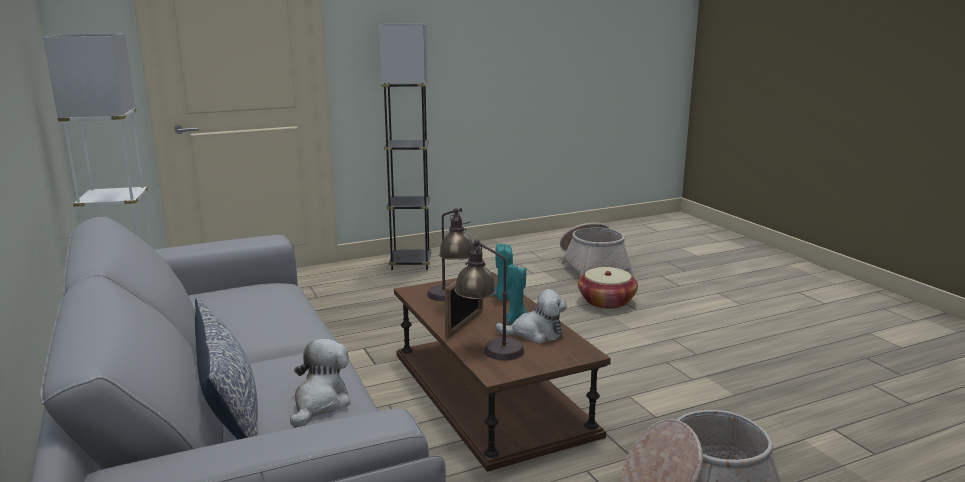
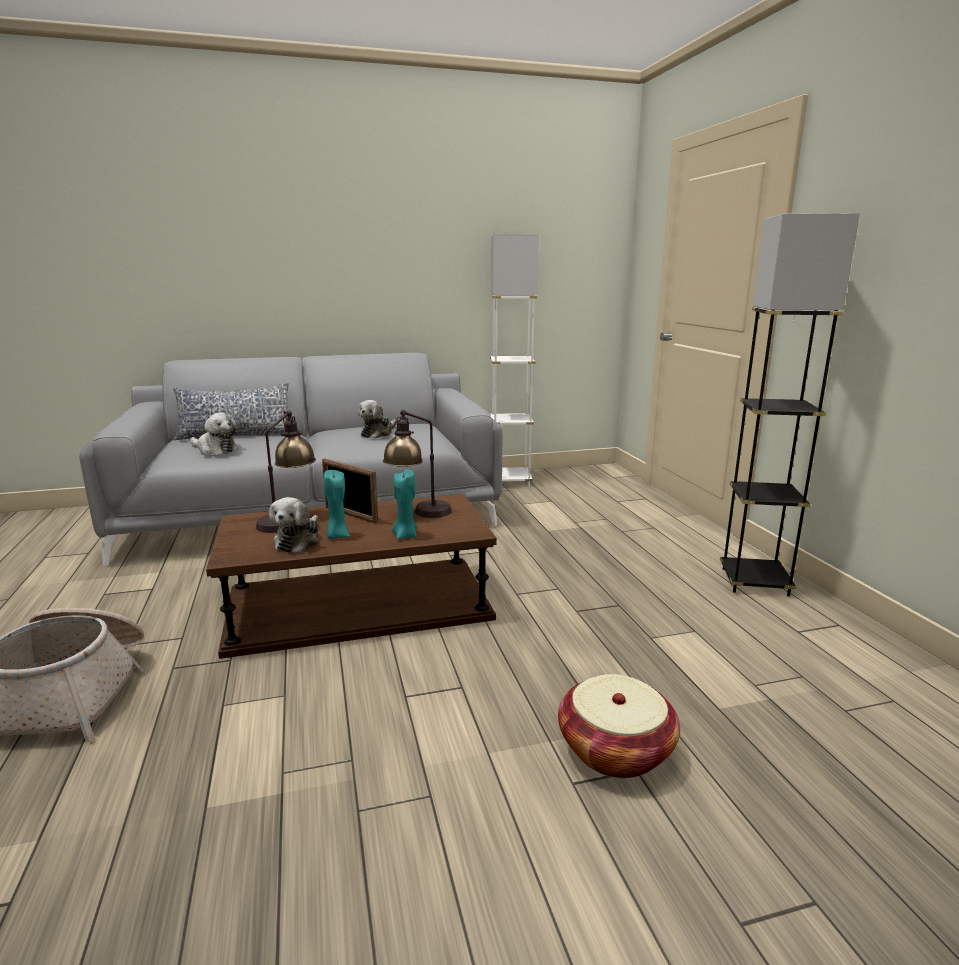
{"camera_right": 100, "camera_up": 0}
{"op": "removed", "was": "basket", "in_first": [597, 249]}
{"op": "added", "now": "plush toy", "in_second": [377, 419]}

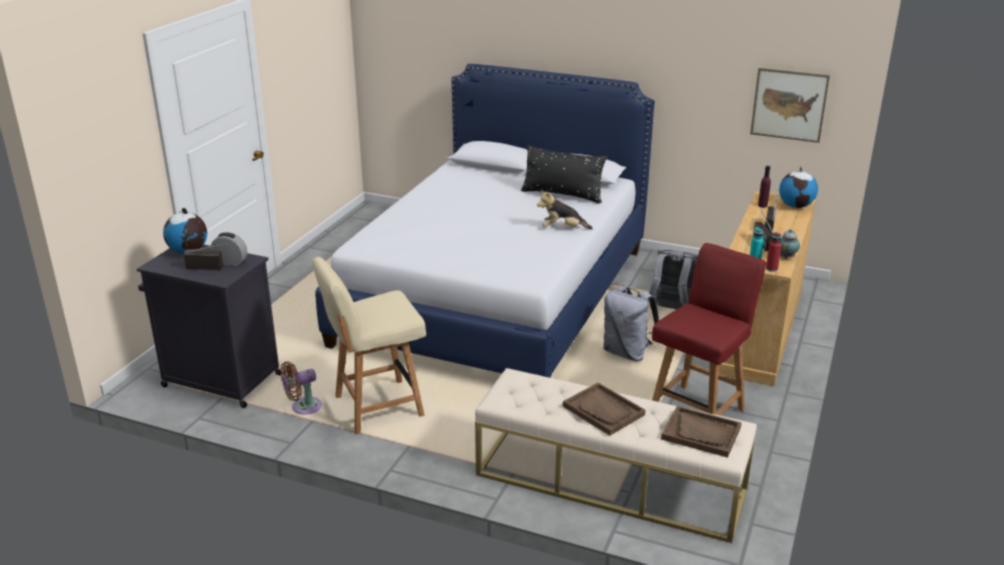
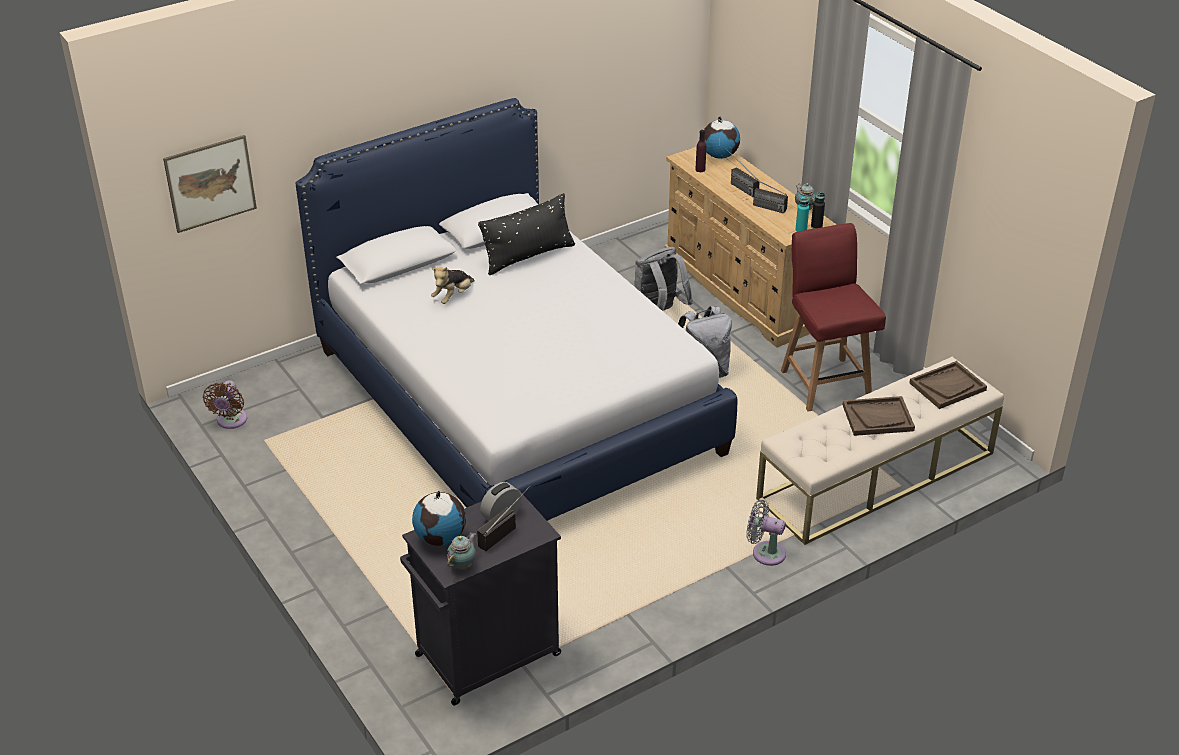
{"camera_right": -55, "camera_up": 10}
{"op": "moved", "was": "picture", "in_first": [790, 105], "in_second": [210, 184]}
{"op": "moved", "was": "plush toy", "in_first": [564, 209], "in_second": [453, 285]}
{"op": "recoloured", "was": "red bottle", "now": "black bottle", "in_first": [774, 252], "in_second": [818, 211]}
{"op": "removed", "was": "beige chair", "in_first": [369, 346]}
{"op": "moved", "was": "brown fan", "in_first": [301, 388], "in_second": [225, 404]}
{"op": "added", "now": "grey fan", "in_second": [766, 533]}
{"op": "added", "now": "teapot", "in_second": [461, 551]}

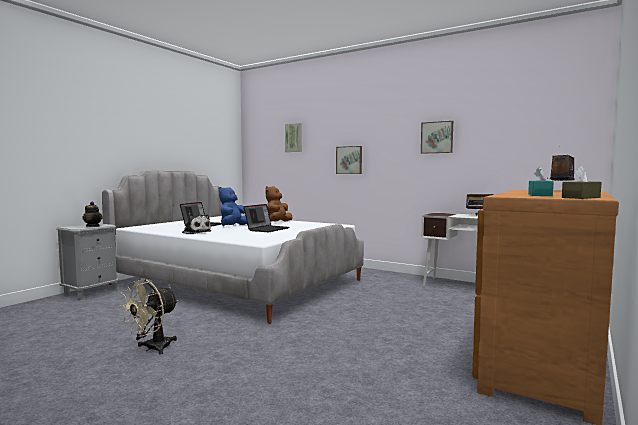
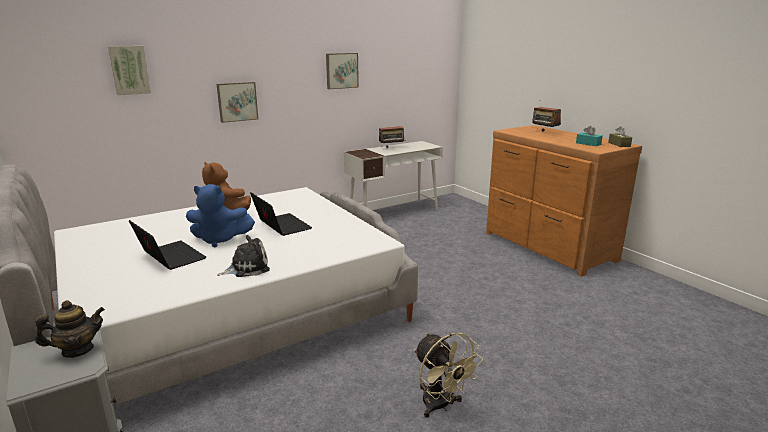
{"camera_right": -65, "camera_up": 15}
{"op": "turned", "was": "blue plush toy", "in_first": [233, 206], "in_second": [220, 216], "clockwise": -45}

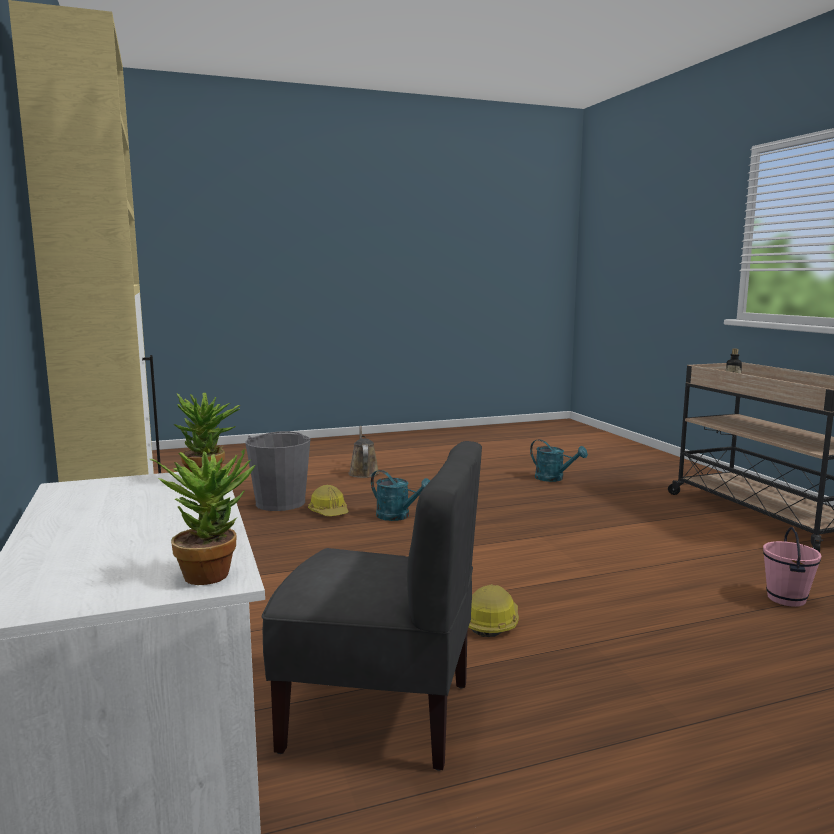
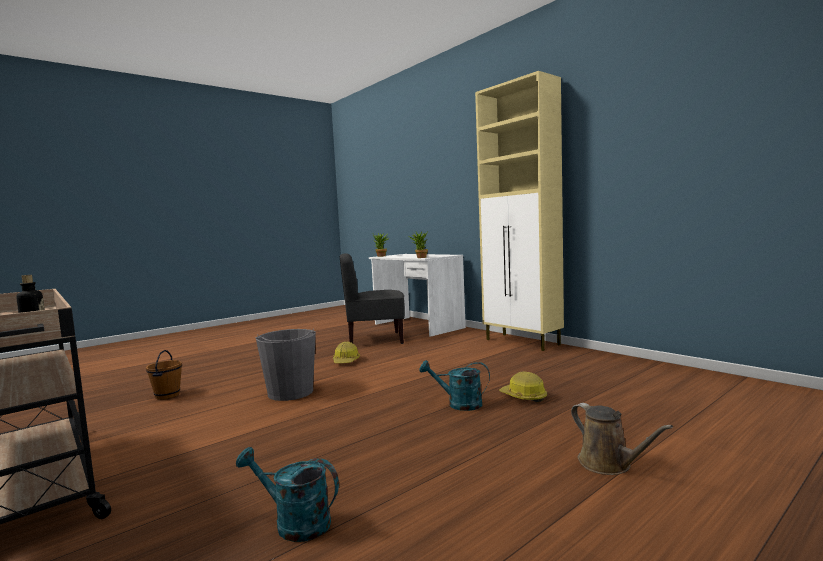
{"camera_right": 160, "camera_up": -5}
{"op": "moved", "was": "grey bucket", "in_first": [278, 471], "in_second": [286, 365]}
{"op": "recoloured", "was": "pink bucket", "now": "brown bucket", "in_first": [792, 567], "in_second": [164, 375]}

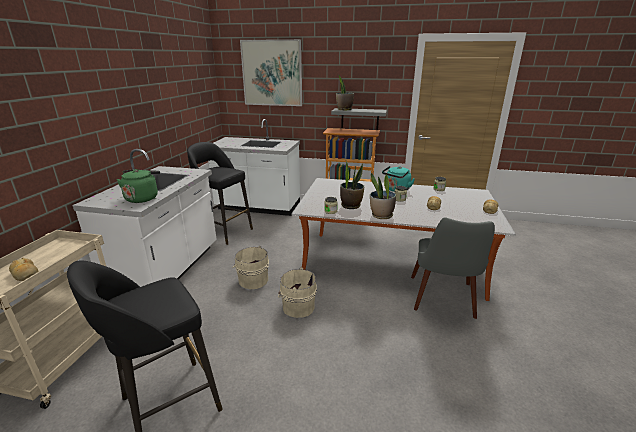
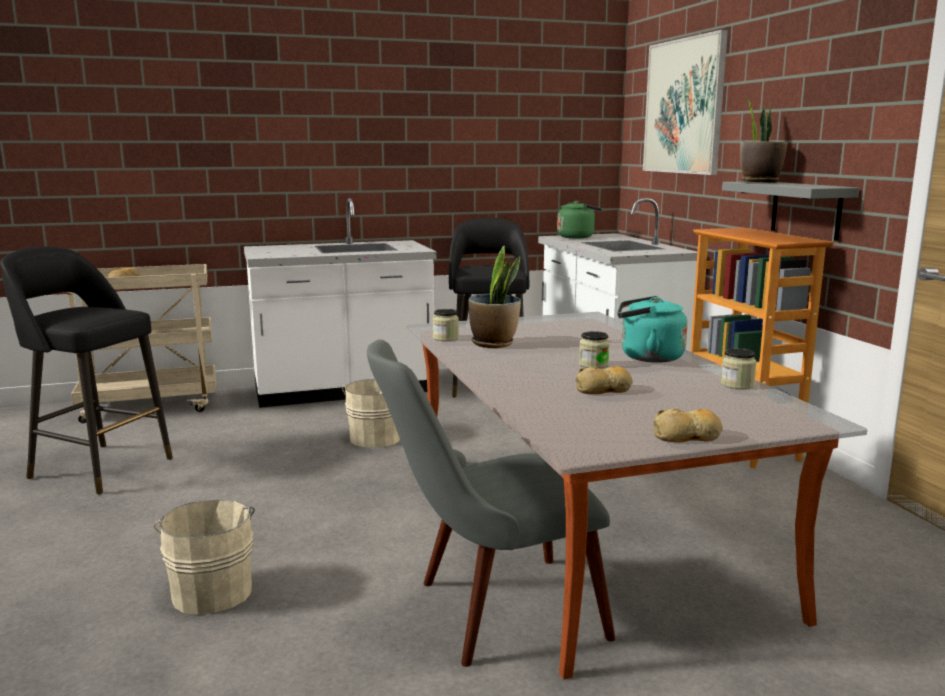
{"camera_right": 60, "camera_up": -10}
{"op": "moved", "was": "green kettle", "in_first": [138, 186], "in_second": [579, 219]}
{"op": "removed", "was": "potted plant", "in_first": [383, 196]}
{"op": "moved", "was": "beige bucket", "in_first": [297, 292], "in_second": [204, 557]}

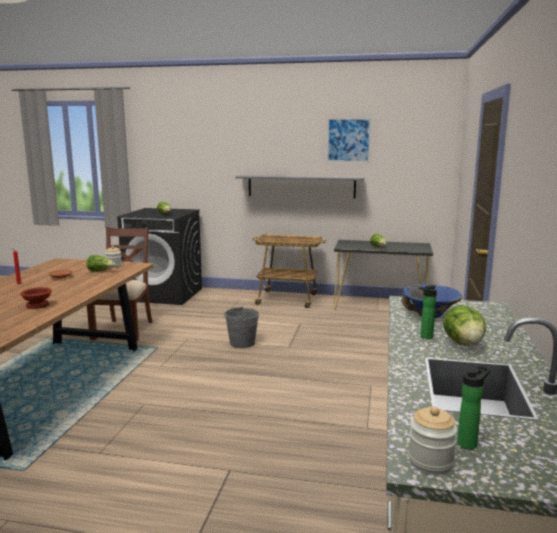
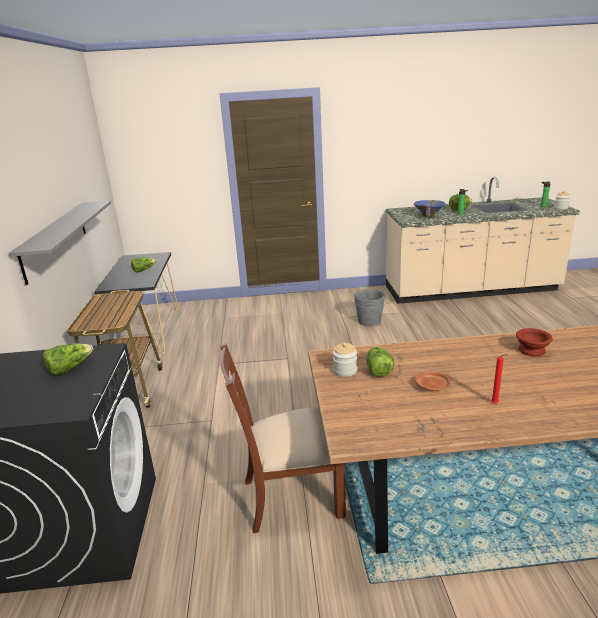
{"camera_right": -105, "camera_up": 10}
{"op": "removed", "was": "picture", "in_first": [349, 140]}
{"op": "moved", "was": "grey bucket", "in_first": [241, 327], "in_second": [369, 307]}

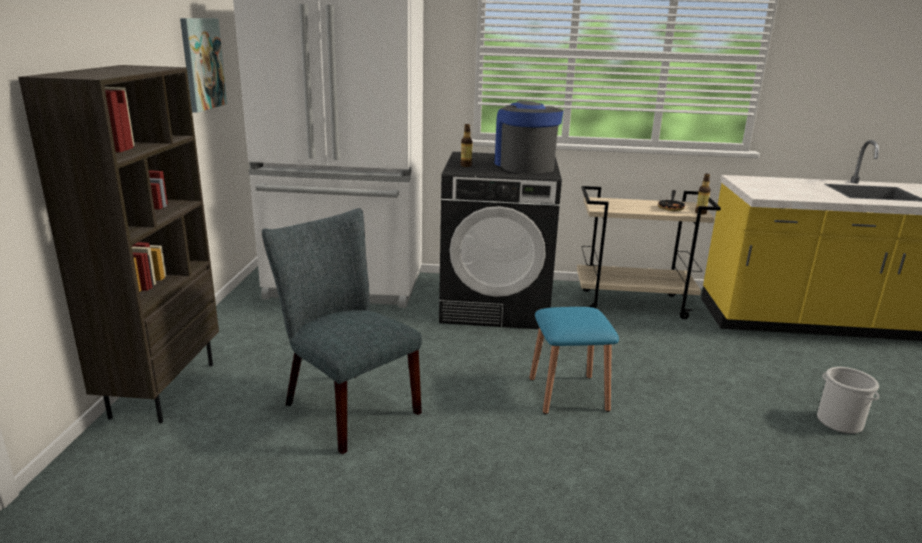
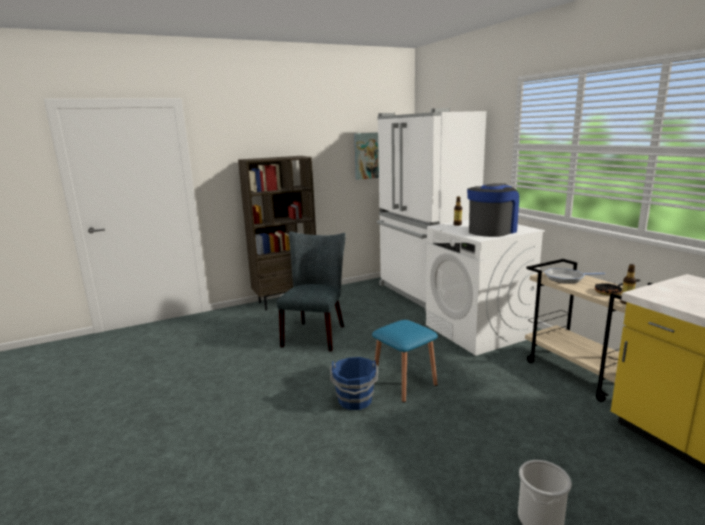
{"camera_right": 60, "camera_up": -5}
{"op": "recoloured", "was": "black washing machine", "now": "white washing machine", "in_first": [500, 240], "in_second": [485, 288]}
{"op": "added", "now": "frying pan", "in_second": [574, 275]}
{"op": "added", "now": "blue bucket", "in_second": [354, 383]}

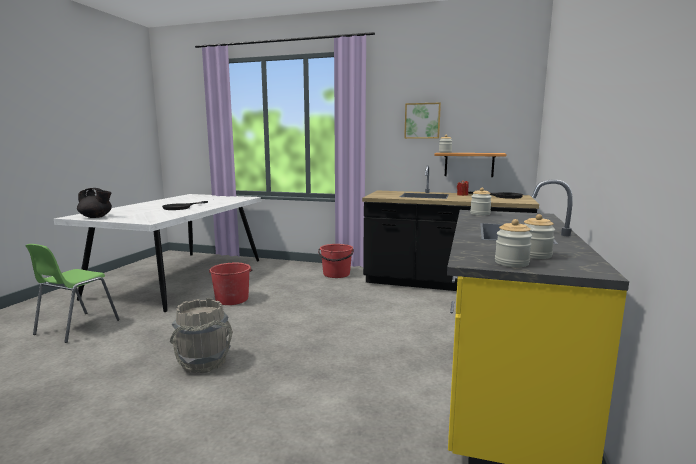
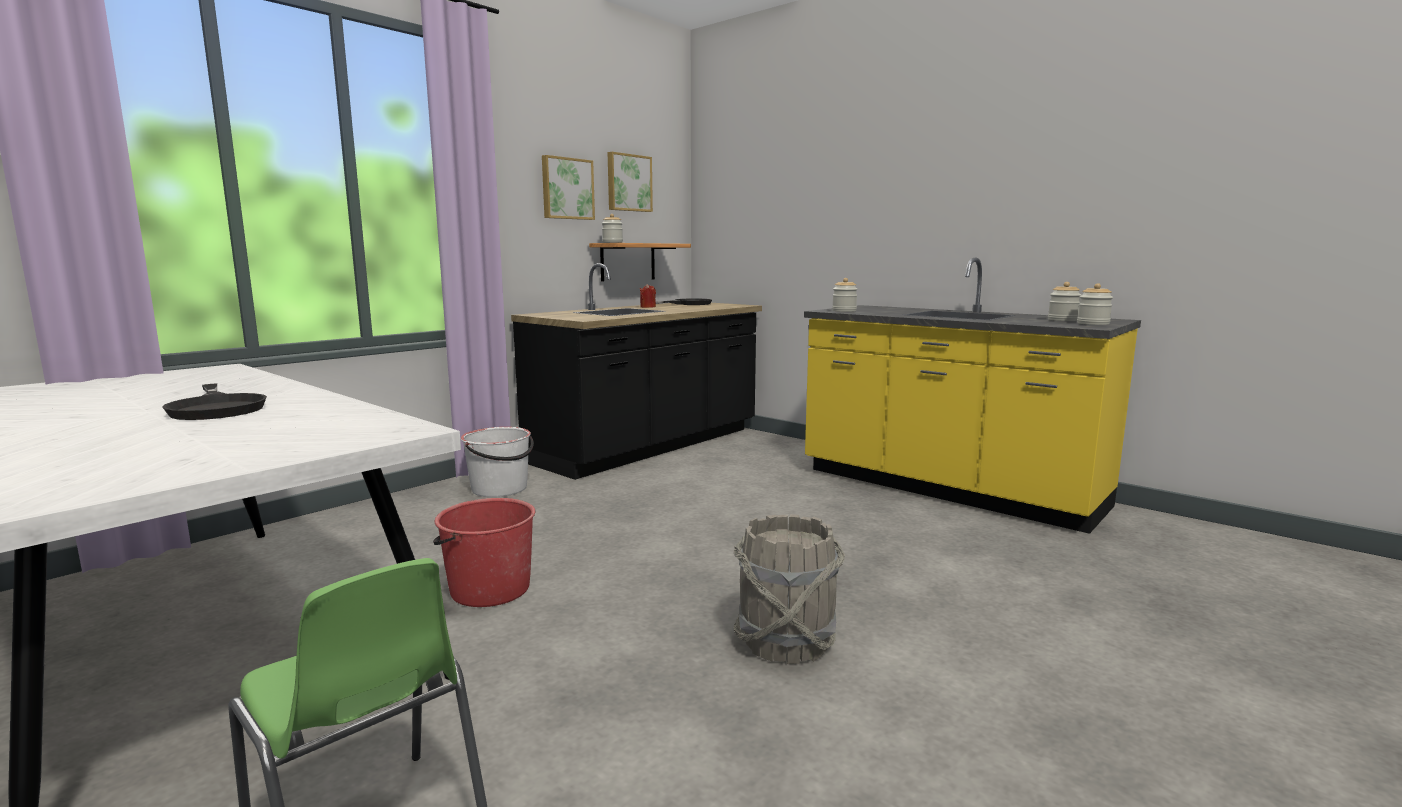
{"camera_right": -65, "camera_up": 0}
{"op": "removed", "was": "black teapot", "in_first": [94, 203]}
{"op": "recoloured", "was": "red bucket", "now": "white bucket", "in_first": [336, 261], "in_second": [497, 462]}
{"op": "added", "now": "picture", "in_second": [630, 182]}

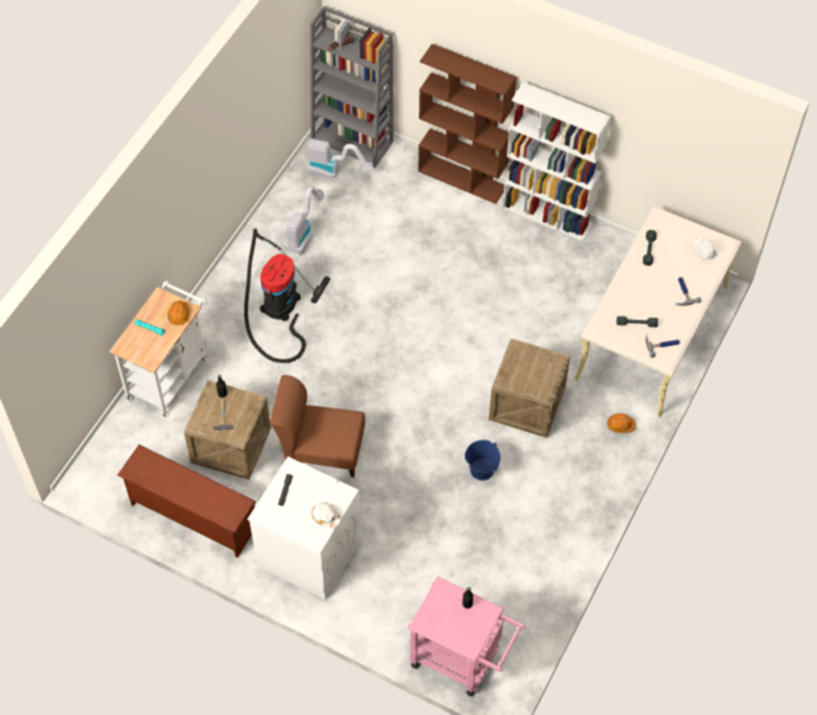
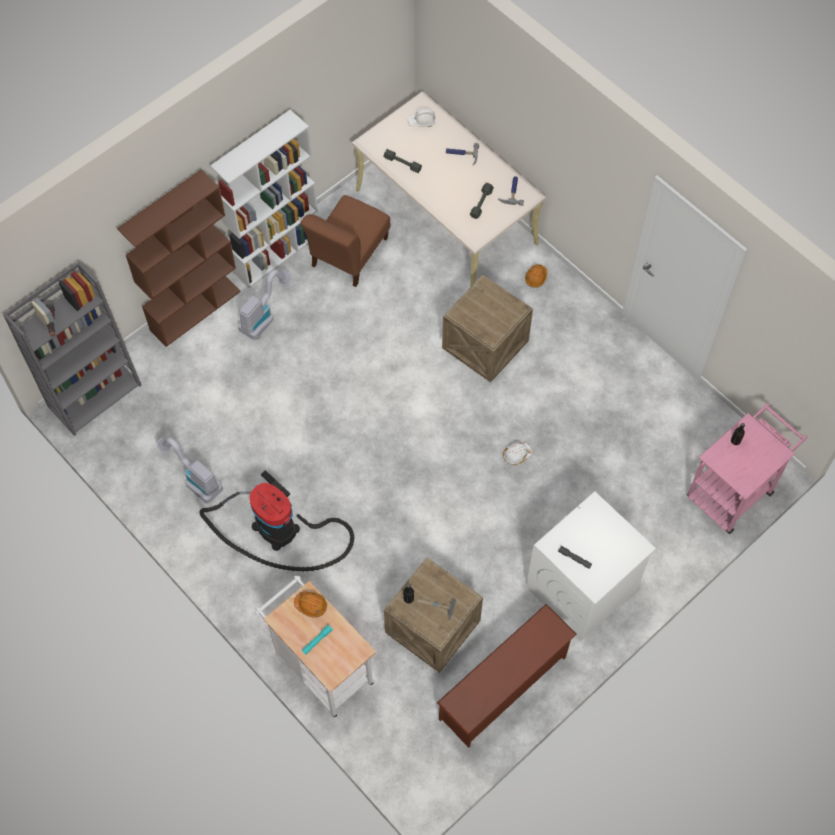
{"camera_right": -70, "camera_up": 5}
{"op": "moved", "was": "vacuum cleaner", "in_first": [340, 159], "in_second": [265, 305]}
{"op": "moved", "was": "brown chair", "in_first": [317, 426], "in_second": [345, 241]}
{"op": "removed", "was": "blue bucket", "in_first": [482, 460]}
{"op": "moved", "was": "white hard hat", "in_first": [326, 515], "in_second": [517, 453]}

